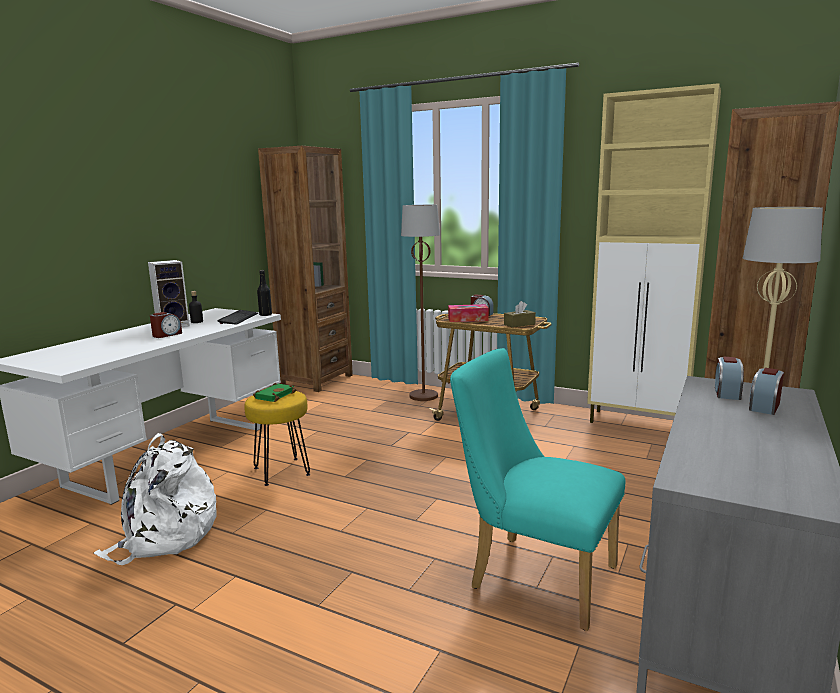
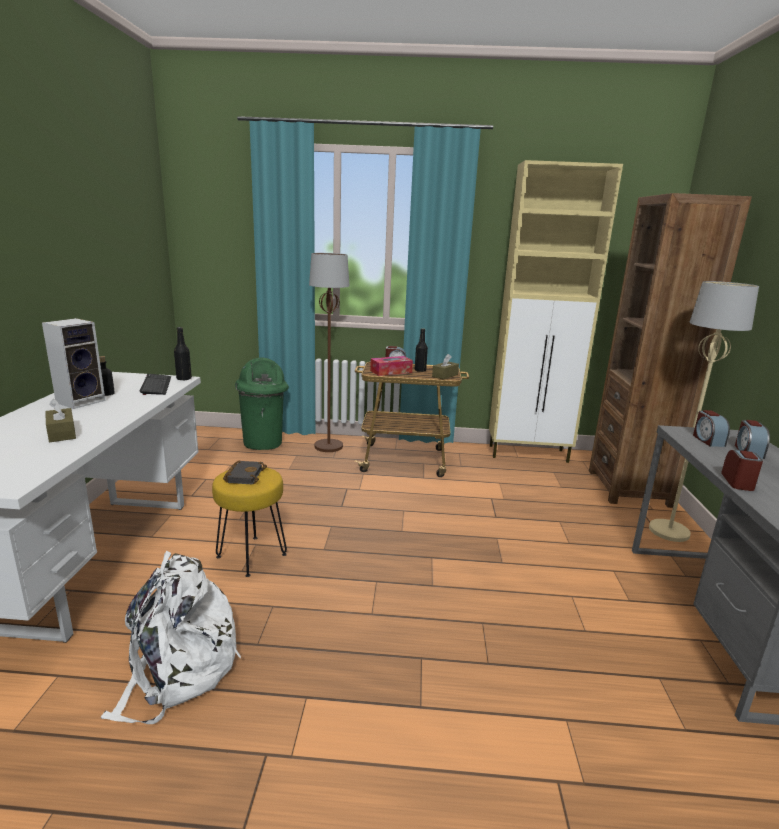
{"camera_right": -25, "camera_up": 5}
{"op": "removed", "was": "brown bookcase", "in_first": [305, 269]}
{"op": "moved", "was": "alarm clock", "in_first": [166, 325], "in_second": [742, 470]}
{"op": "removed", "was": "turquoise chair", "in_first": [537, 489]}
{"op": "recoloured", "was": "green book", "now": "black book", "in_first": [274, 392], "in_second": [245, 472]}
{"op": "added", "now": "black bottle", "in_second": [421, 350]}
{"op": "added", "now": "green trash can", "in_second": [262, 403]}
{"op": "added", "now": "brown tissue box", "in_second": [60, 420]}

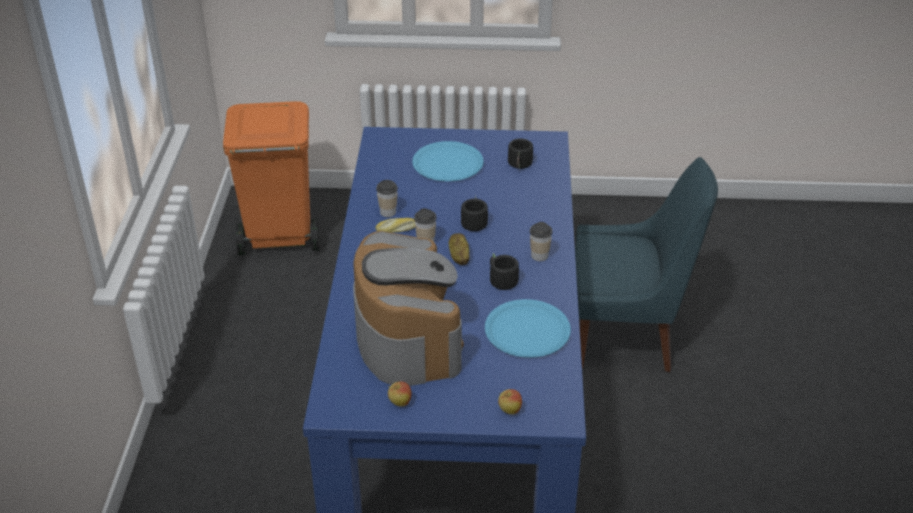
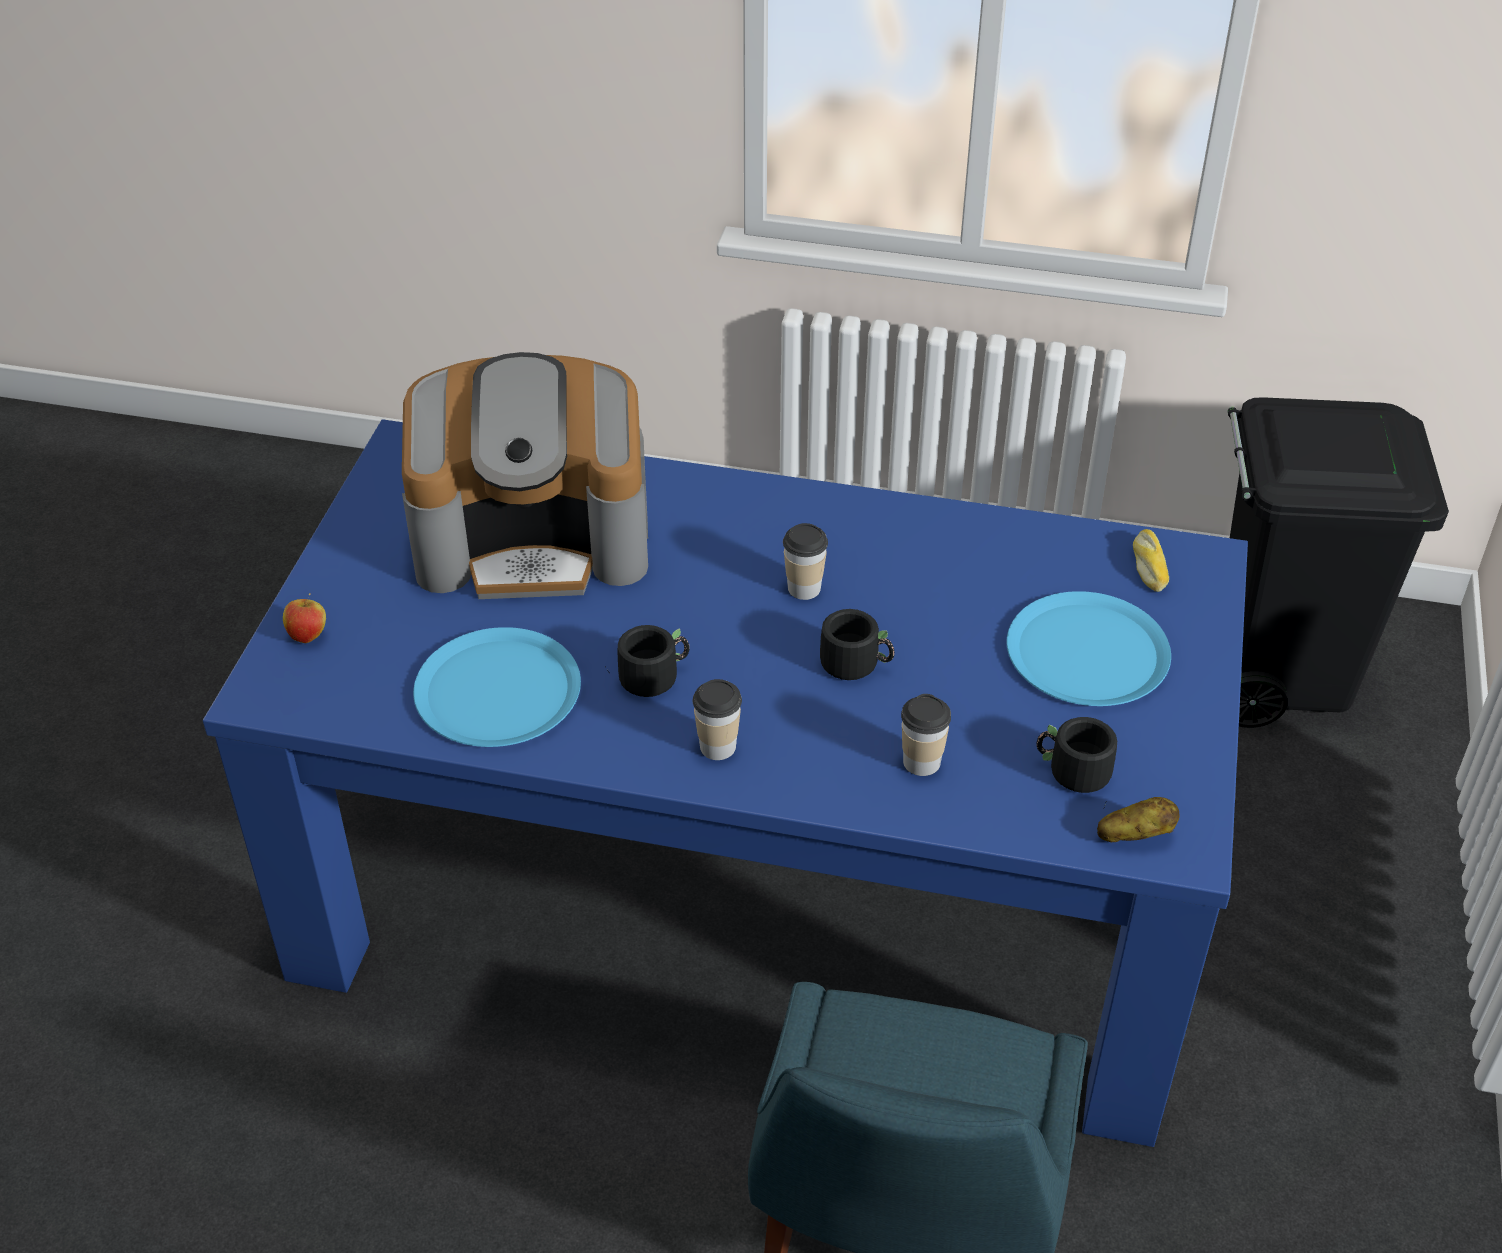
{"camera_right": 100, "camera_up": 5}
{"op": "recoloured", "was": "orange trash can", "now": "black trash can", "in_first": [271, 178], "in_second": [1338, 562]}
{"op": "moved", "was": "cup", "in_first": [387, 198], "in_second": [926, 735]}
{"op": "moved", "was": "bread", "in_first": [395, 225], "in_second": [1151, 560]}
{"op": "moved", "was": "potato", "in_first": [459, 249], "in_second": [1138, 819]}
{"op": "removed", "was": "apple", "in_first": [399, 393]}

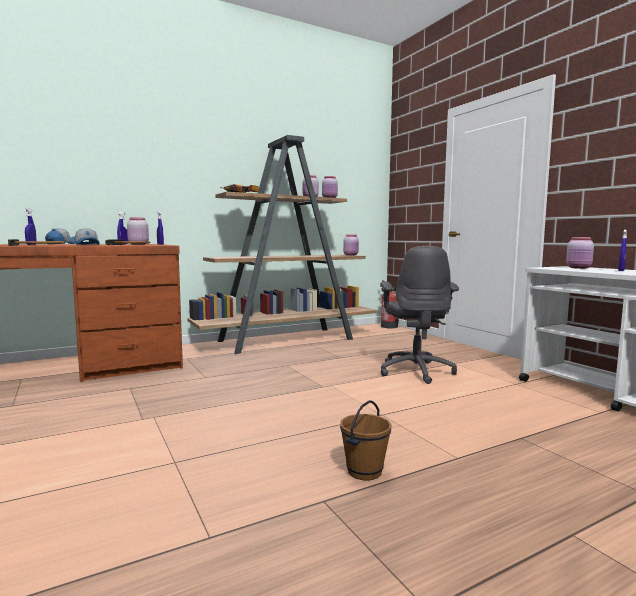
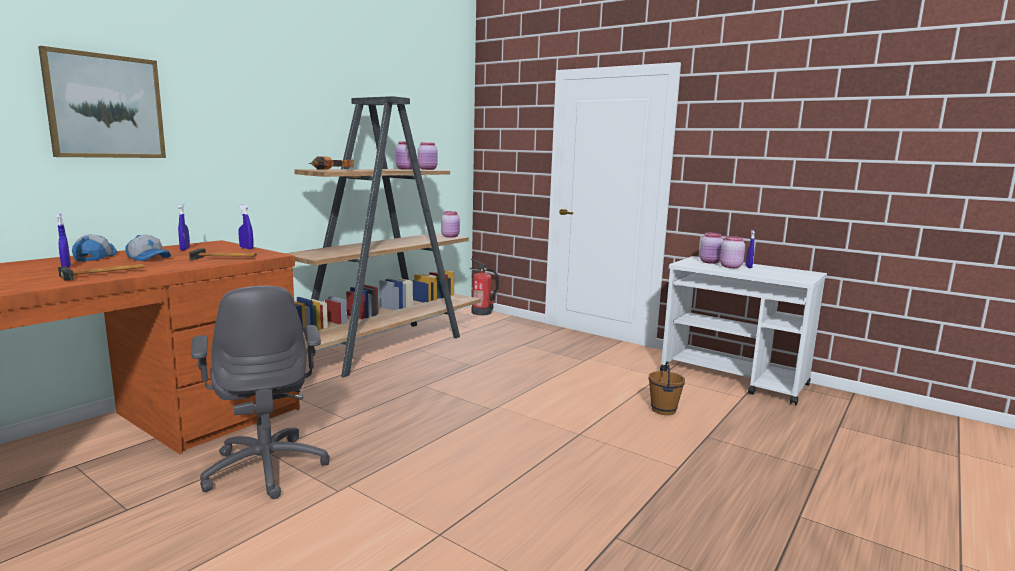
{"camera_right": -25, "camera_up": 5}
{"op": "moved", "was": "pink jar", "in_first": [138, 231], "in_second": [732, 252]}
{"op": "moved", "was": "grey office chair", "in_first": [419, 315], "in_second": [260, 392]}
{"op": "moved", "was": "brown bucket", "in_first": [365, 440], "in_second": [666, 388]}
{"op": "added", "now": "picture", "in_second": [102, 102]}

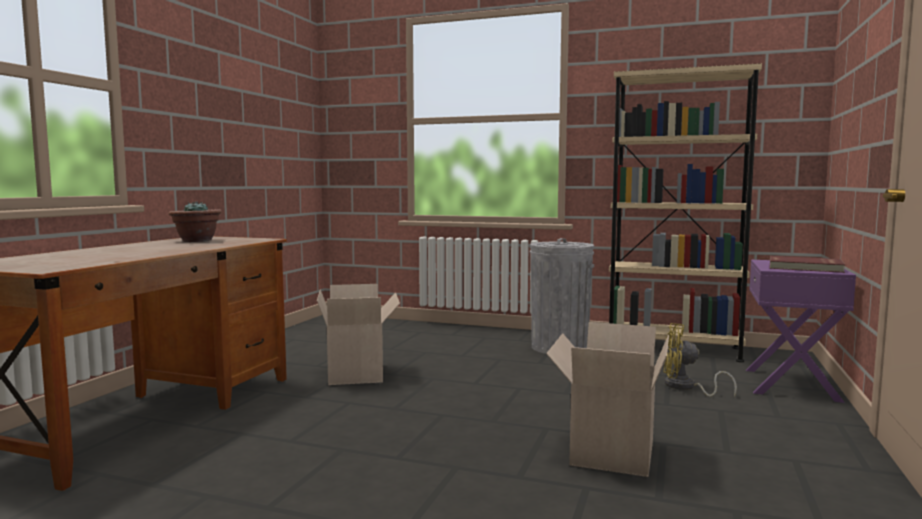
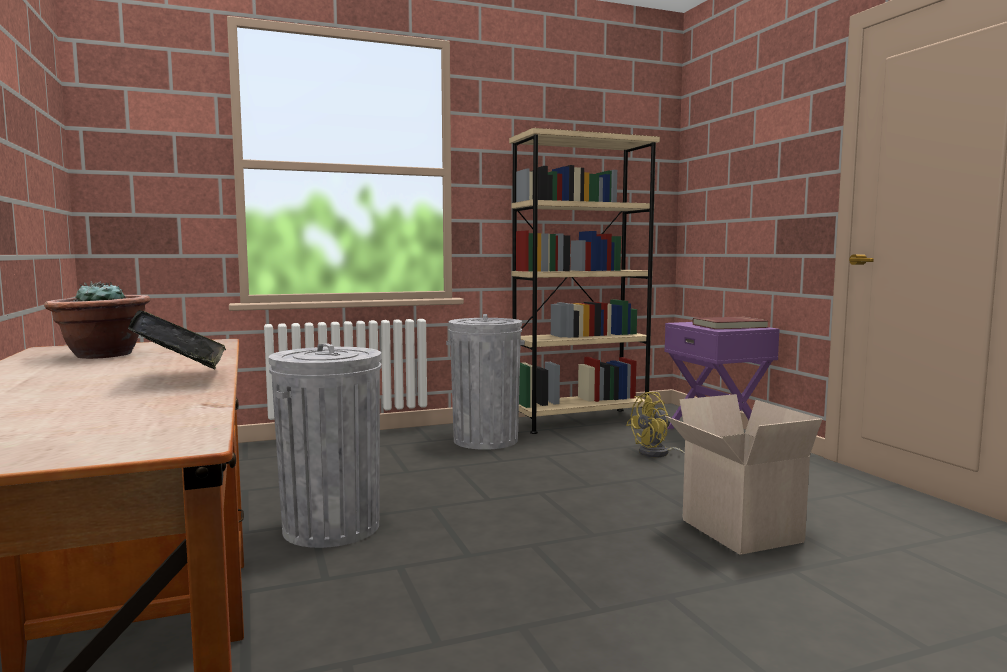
{"camera_right": -40, "camera_up": 0}
{"op": "replaced", "was": "cardboard box", "now": "grey trash can", "in_first": [358, 334], "in_second": [325, 445]}
{"op": "added", "now": "book", "in_second": [177, 339]}

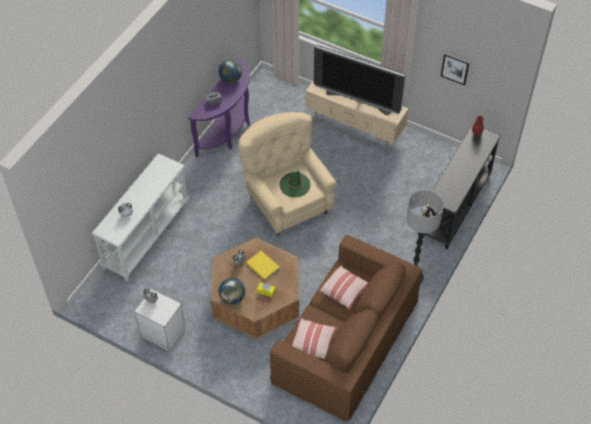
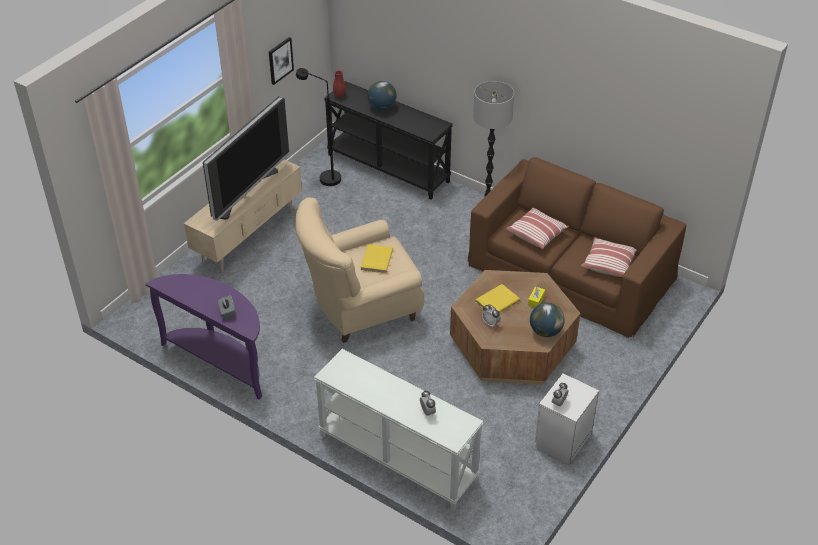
{"camera_right": -85, "camera_up": -10}
{"op": "moved", "was": "globe", "in_first": [230, 71], "in_second": [382, 95]}
{"op": "replaced", "was": "green hat", "now": "yellow book", "in_first": [295, 184], "in_second": [377, 258]}
{"op": "added", "now": "black floor lamp", "in_second": [318, 127]}

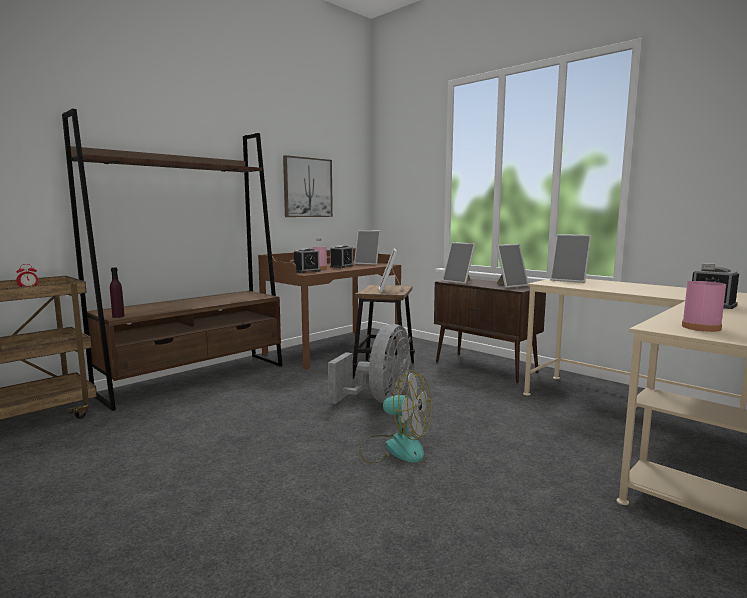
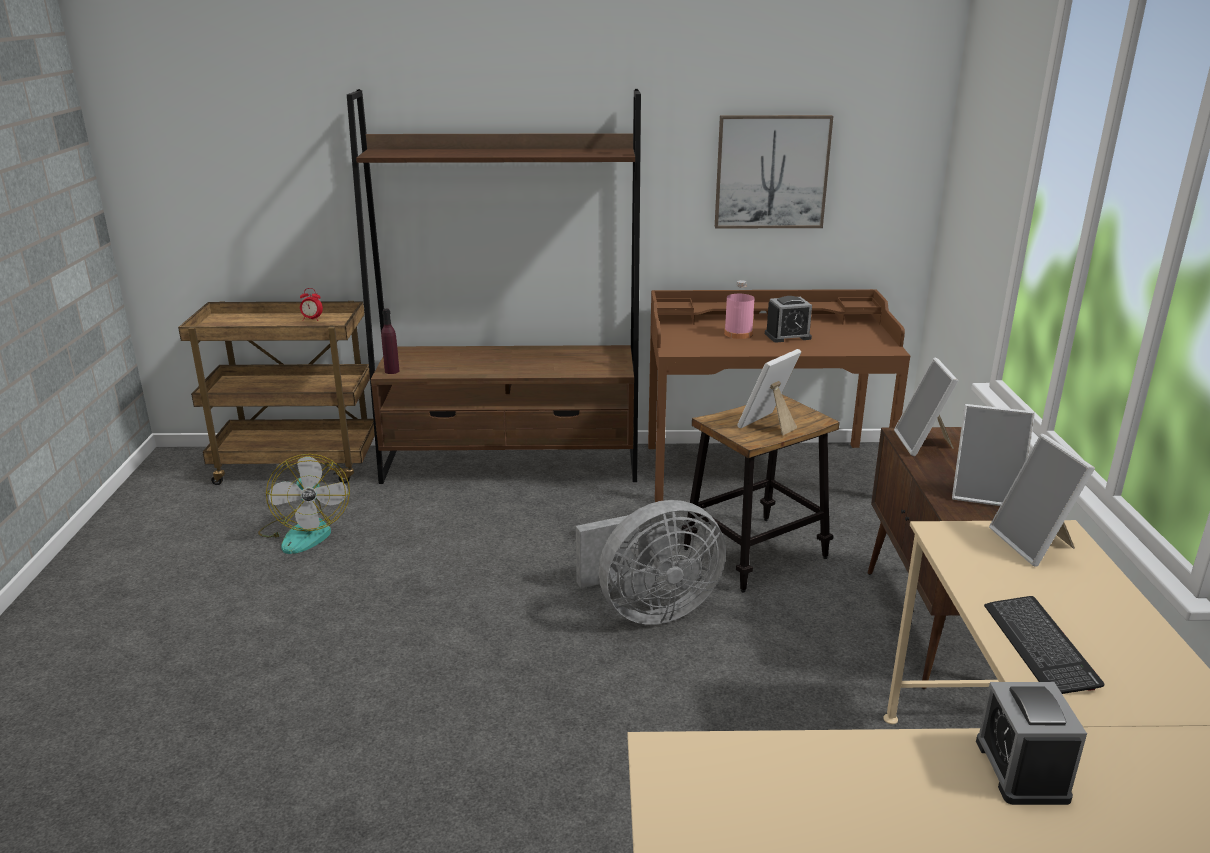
{"camera_right": 45, "camera_up": 15}
{"op": "removed", "was": "picture frame", "in_first": [367, 247]}
{"op": "removed", "was": "alarm clock", "in_first": [307, 260]}
{"op": "removed", "was": "pink bottle", "in_first": [704, 297]}
{"op": "moved", "was": "fan", "in_first": [395, 417], "in_second": [304, 504]}
{"op": "added", "now": "keyboard", "in_second": [1044, 645]}

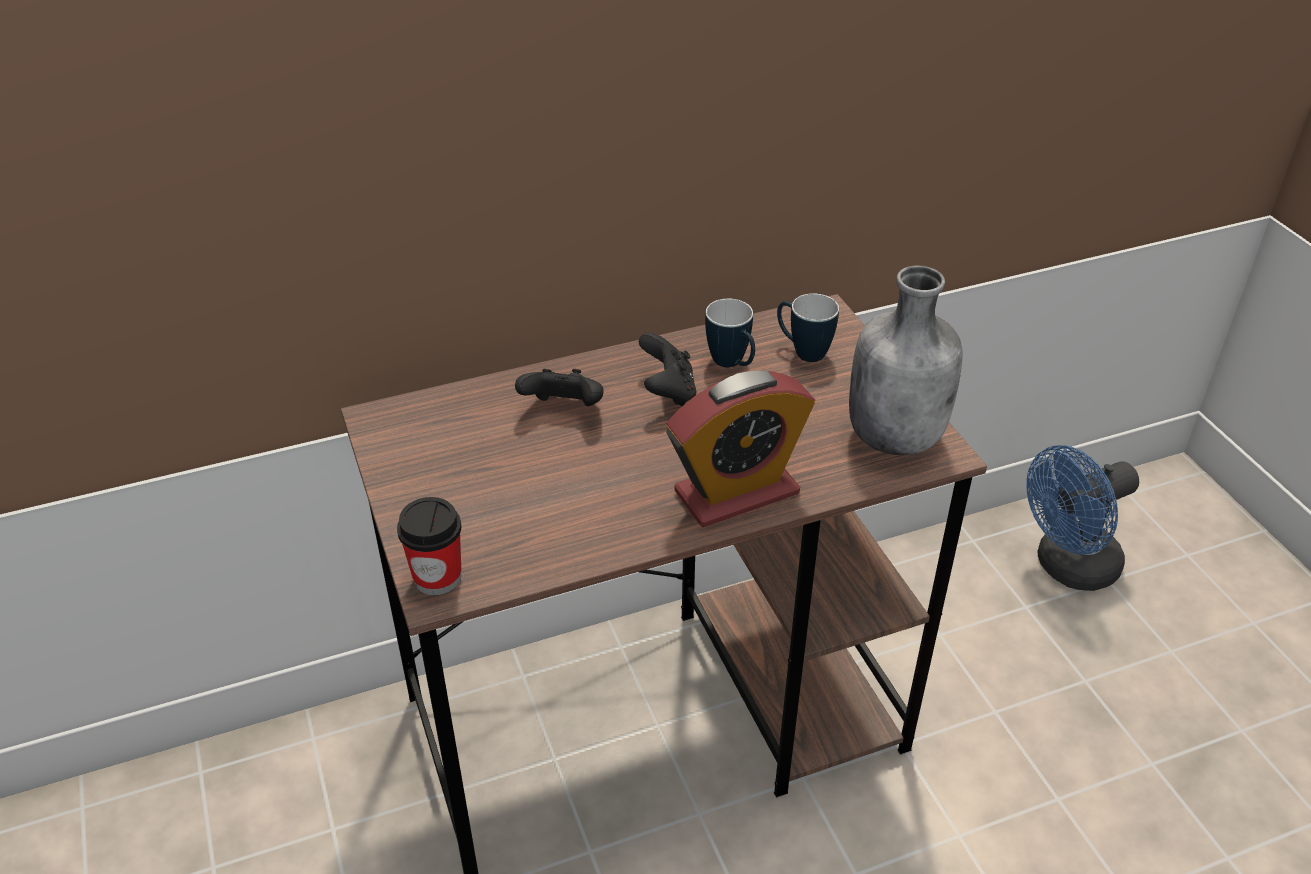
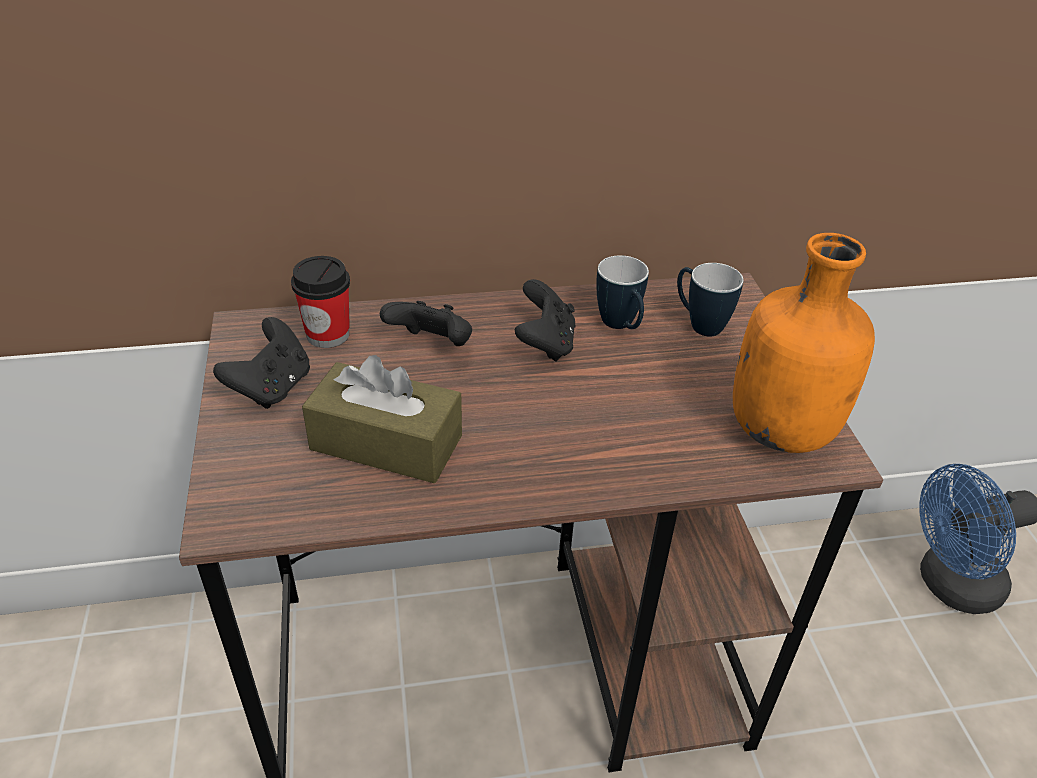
{"camera_right": 10, "camera_up": 0}
{"op": "recoloured", "was": "grey bottle", "now": "orange bottle", "in_first": [905, 360], "in_second": [804, 343]}
{"op": "removed", "was": "alarm clock", "in_first": [740, 449]}
{"op": "moved", "was": "cup", "in_first": [429, 546], "in_second": [320, 302]}
{"op": "added", "now": "black game controller", "in_second": [261, 363]}
{"op": "added", "now": "brown tissue box", "in_second": [382, 419]}

